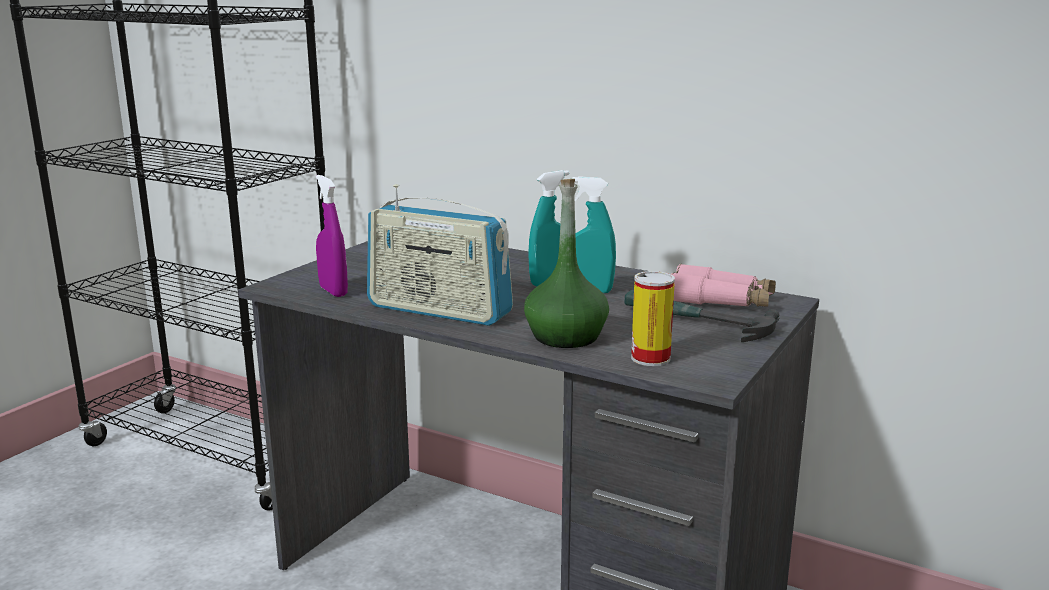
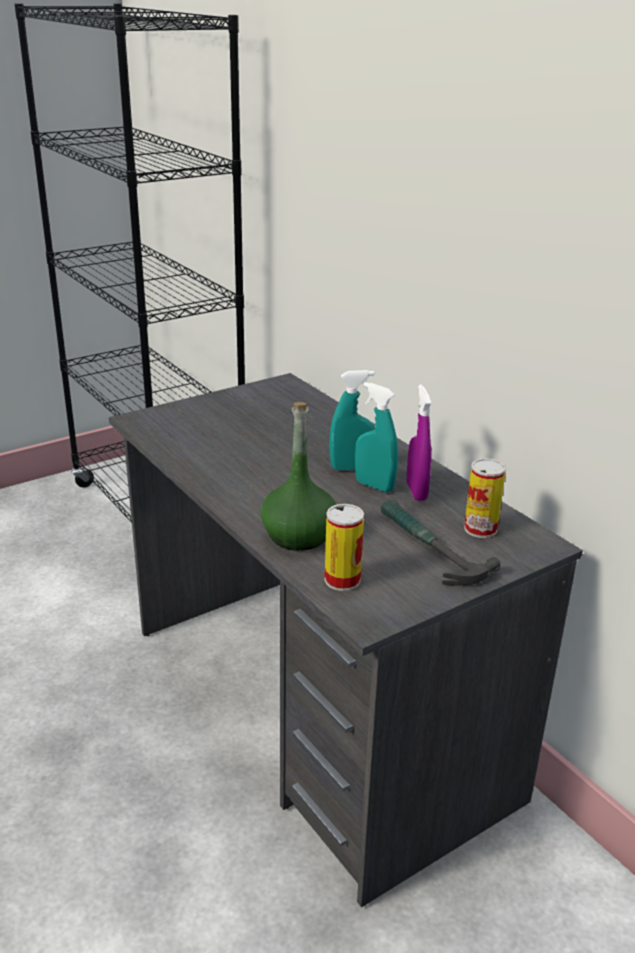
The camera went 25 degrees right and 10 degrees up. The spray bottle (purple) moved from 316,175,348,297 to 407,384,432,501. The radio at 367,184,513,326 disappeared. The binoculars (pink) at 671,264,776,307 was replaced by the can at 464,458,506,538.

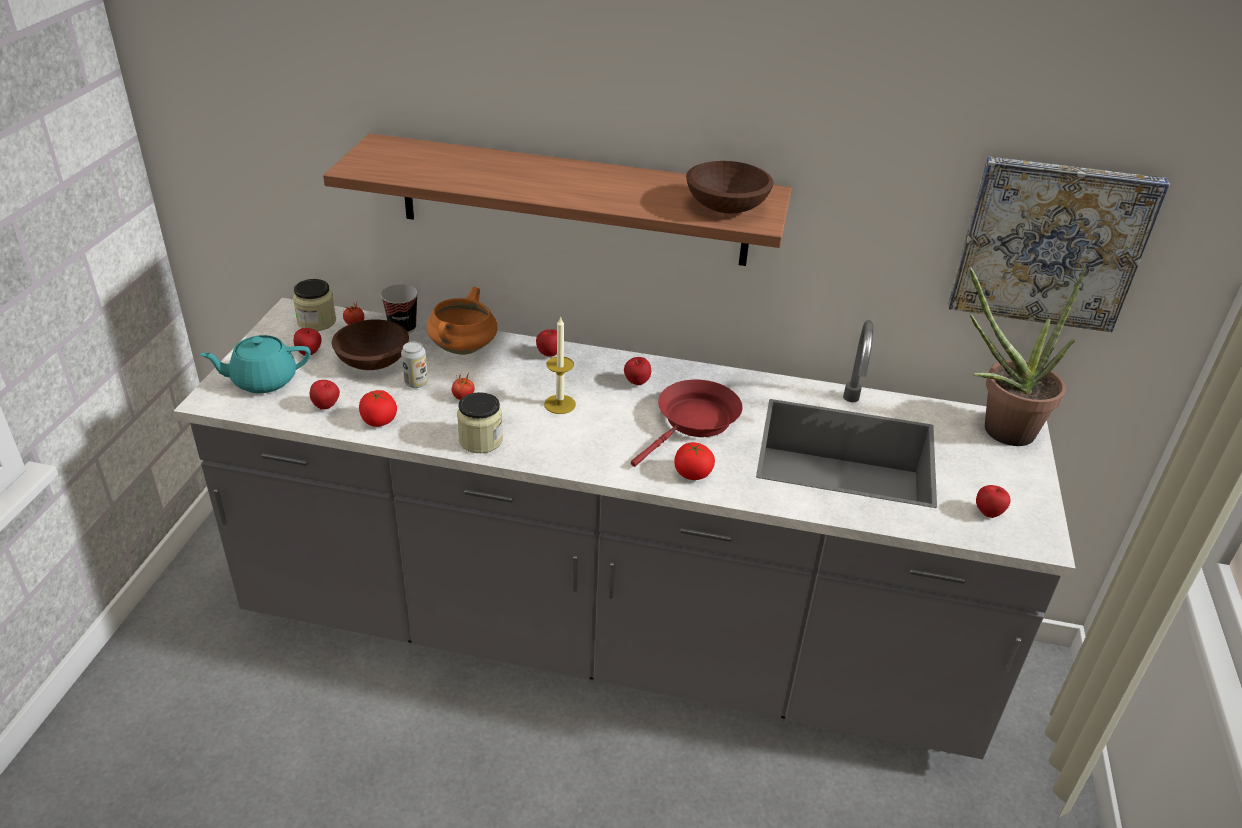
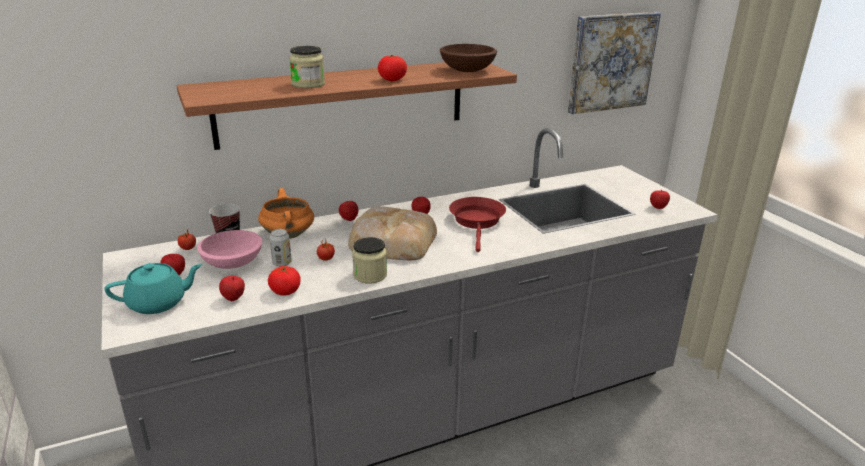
The camera went 35 degrees left and 10 degrees down. The potted plant at 970,266,1086,446 disappeared. The jar moved from 293,279,336,331 to 289,46,325,88. The candle at 544,316,576,414 was replaced by the bread at 348,206,437,260. The bowl (brown) at 332,319,409,370 became the bowl (pink) at 197,230,262,269. The teapot (turquoise) at 199,335,311,393 turned 150 degrees counterclockwise. The tomato moved from 674,442,715,480 to 378,55,407,81.

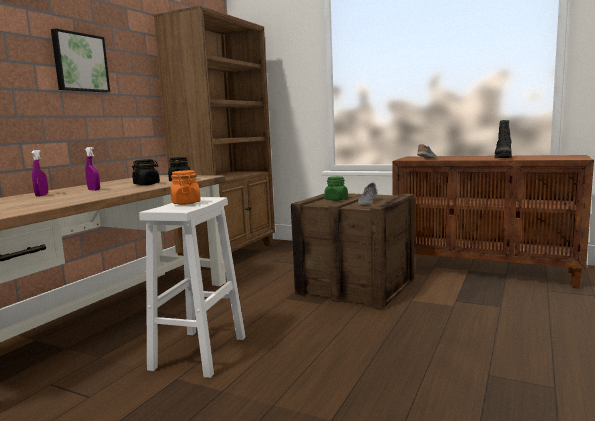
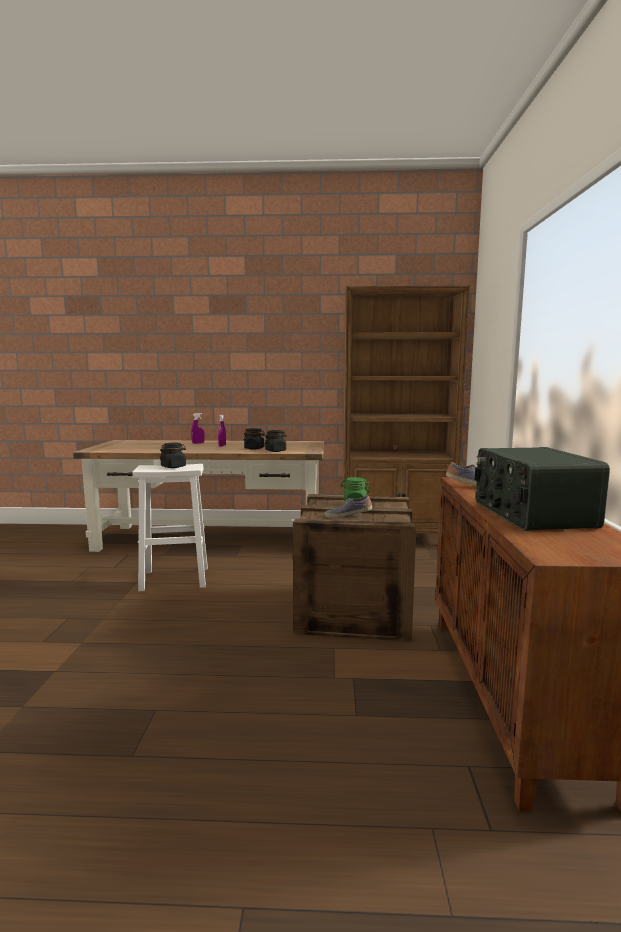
The camera went 65 degrees right and 0 degrees up. The picture at 51,28,110,93 disappeared. The boot (black) at 494,120,512,158 was replaced by the radio at 475,447,610,531. The jar (orange) at 171,170,201,205 became the jar (black) at 160,442,186,468.

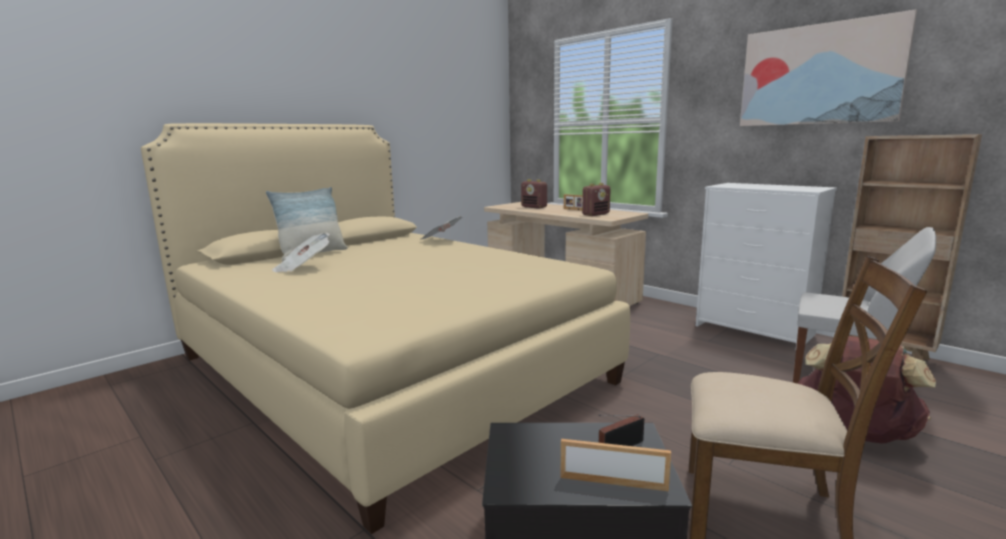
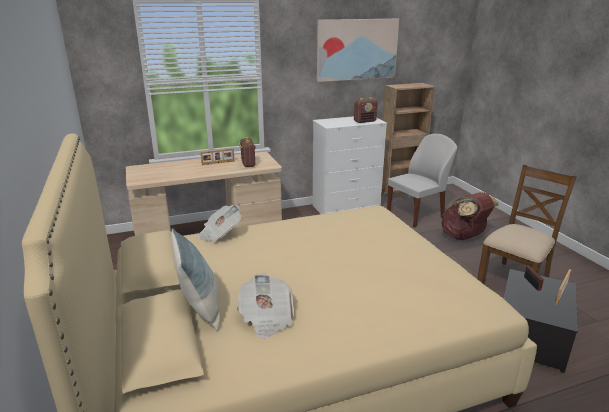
The camera went 65 degrees left and 10 degrees up. The radio moved from 521,179,547,209 to 354,97,378,123.

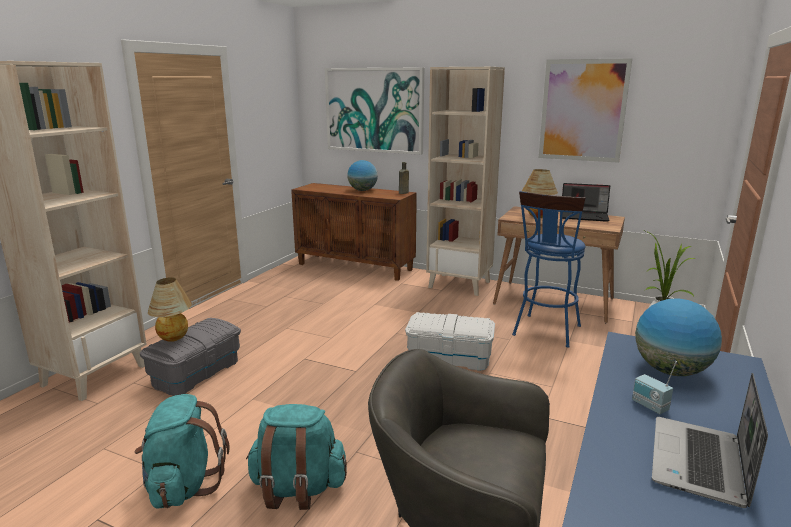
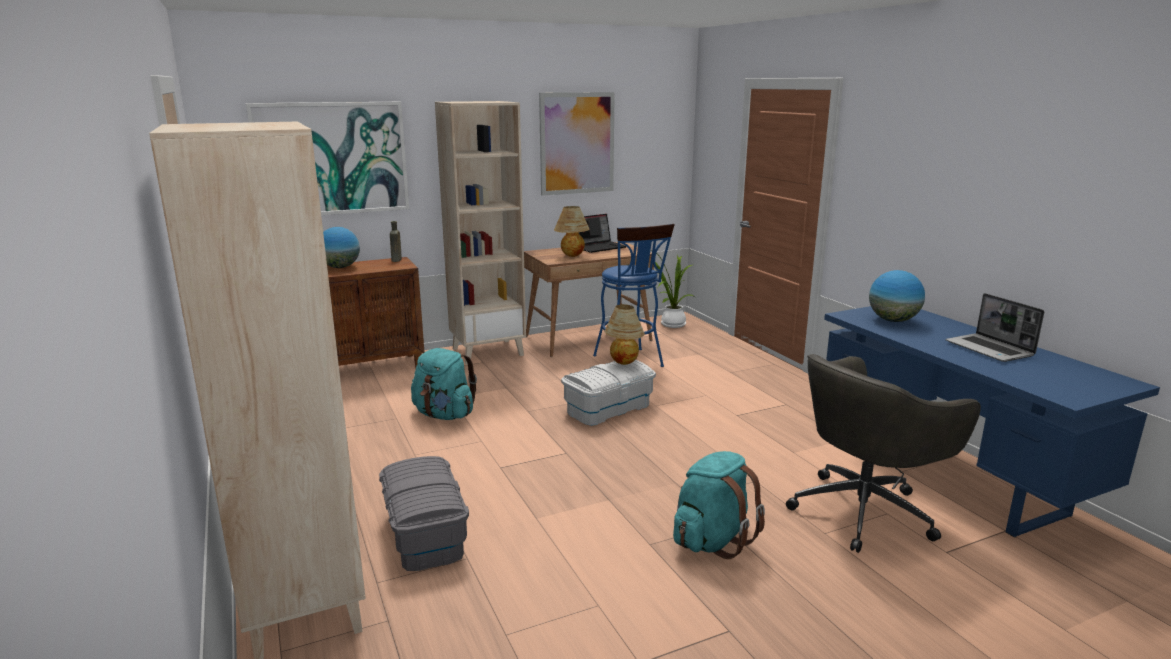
The camera went 50 degrees left and 0 degrees up. The table lamp moved from 148,277,192,342 to 604,304,645,365. The radio at 632,361,677,414 disappeared. The backpack (turquoise) moved from 135,394,229,509 to 411,348,477,420.

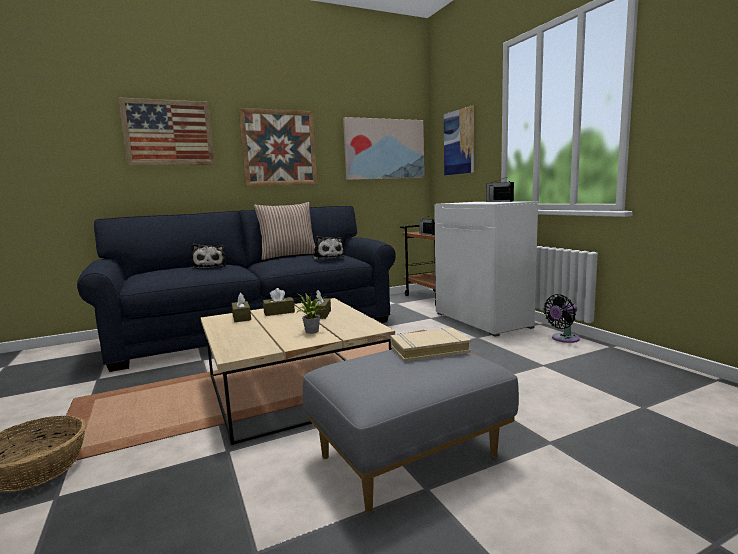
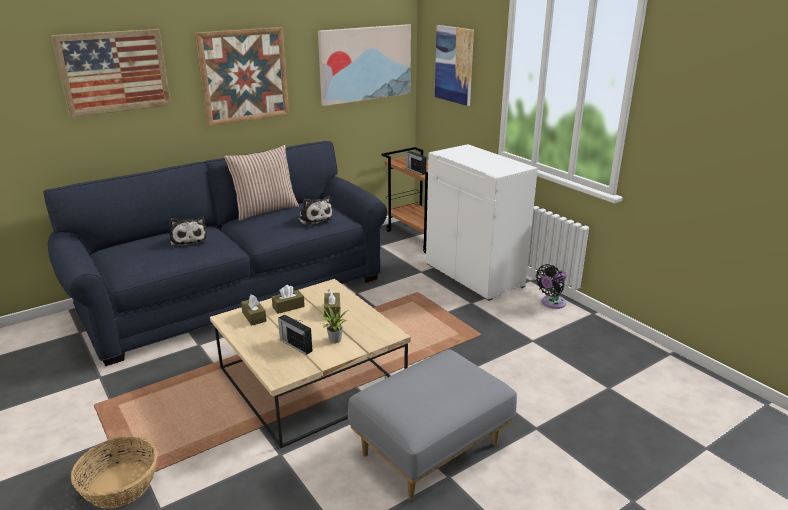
The camera went 10 degrees left and 15 degrees up. The radio moved from 486,178,514,202 to 278,314,312,355. The book (beige) at 390,328,471,362 disappeared.

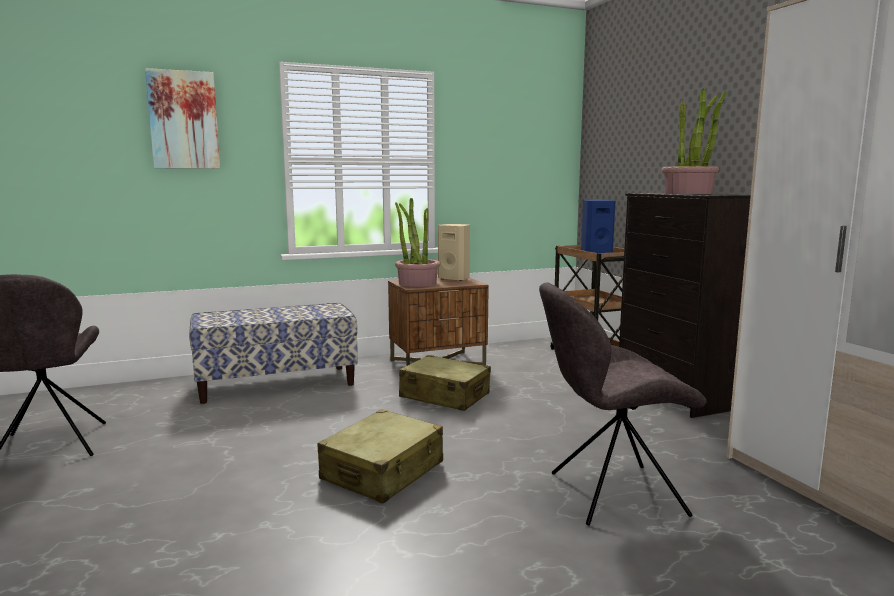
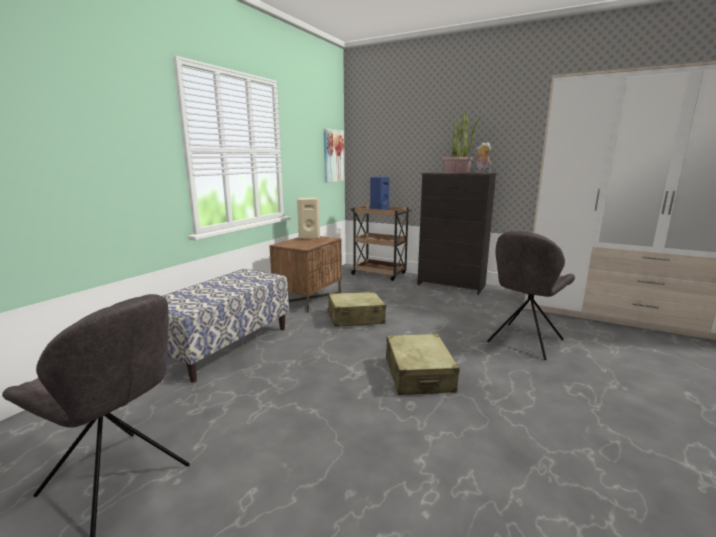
The camera went 40 degrees left and 5 degrees up. The picture moved from 145,68,220,169 to 323,129,344,183. The potted plant at 395,198,440,287 disappeared. The plush toy at 475,142,492,173 appeared.

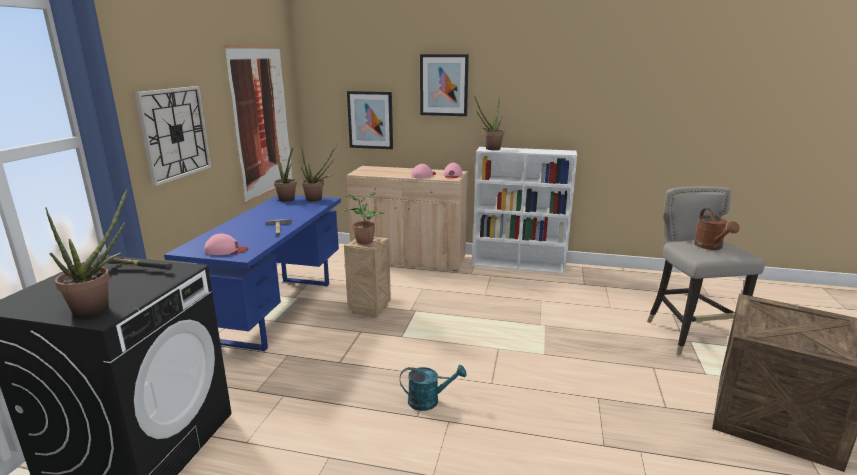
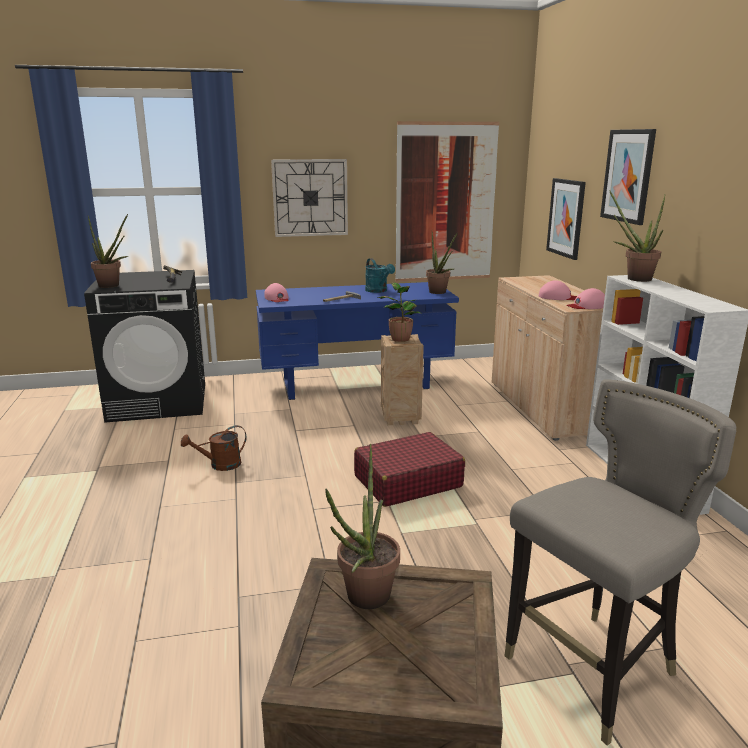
The camera went 65 degrees right and 0 degrees up. The potted plant moved from 274,144,297,202 to 325,444,400,609. The watering can (brown) moved from 694,208,740,250 to 181,425,247,471. The watering can (turquoise) moved from 400,365,467,411 to 365,258,395,293. The suitcase (red) at 354,432,465,507 appeared.

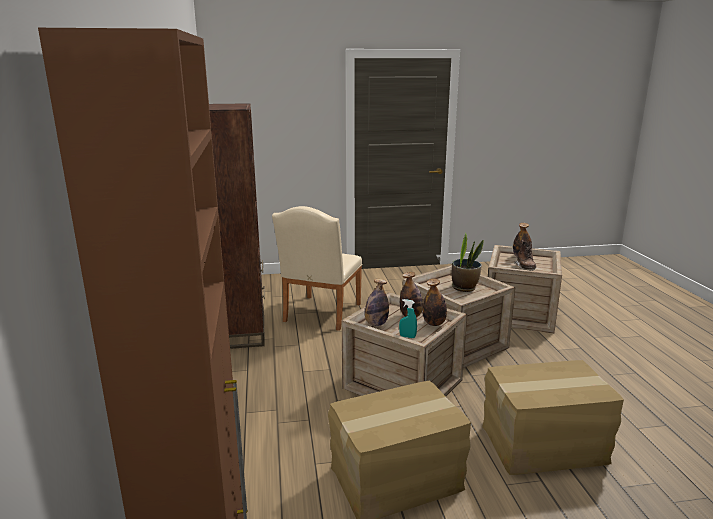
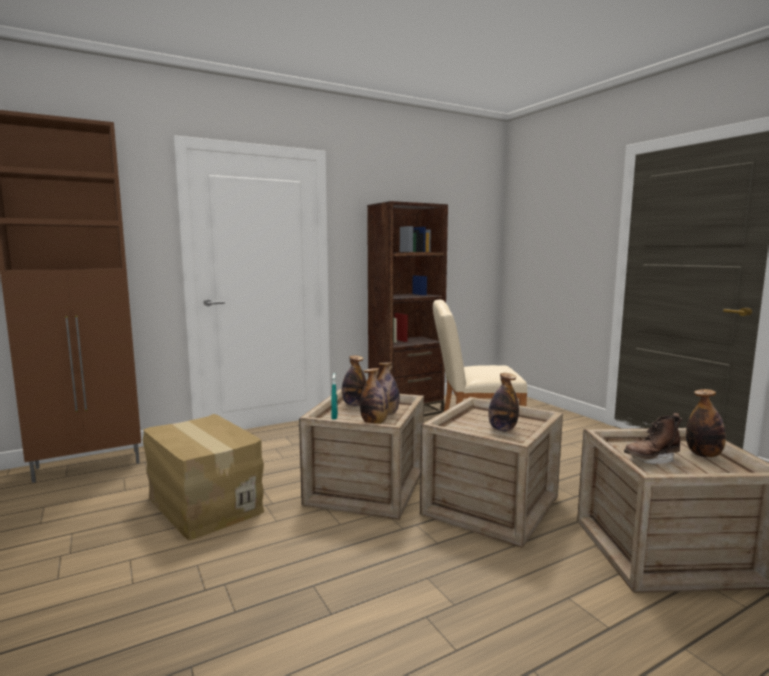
The camera went 70 degrees right and 10 degrees down. The potted plant at 452,232,484,292 was replaced by the bottle at 489,373,519,431. The cardboard box at 482,360,624,475 disappeared.

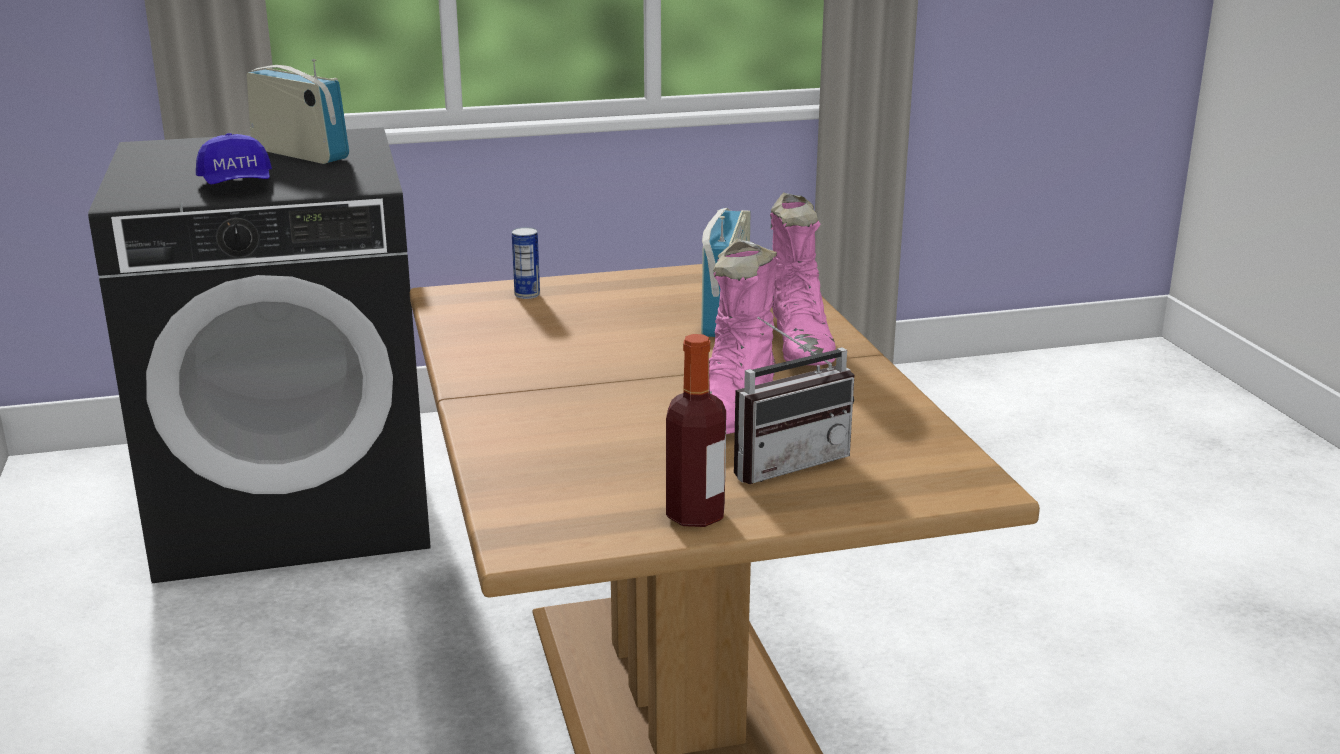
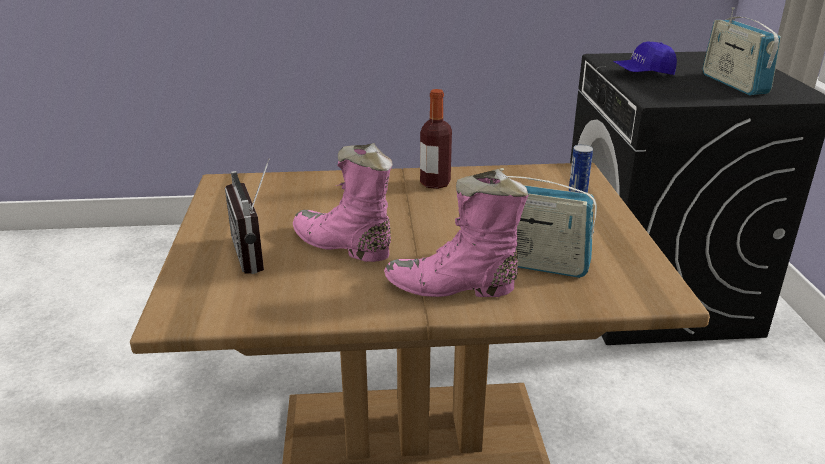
The camera went 100 degrees right and 5 degrees up. The radio at 247,59,349,164 turned 120 degrees clockwise. The bottle moved from 666,334,726,527 to 420,89,452,189.

